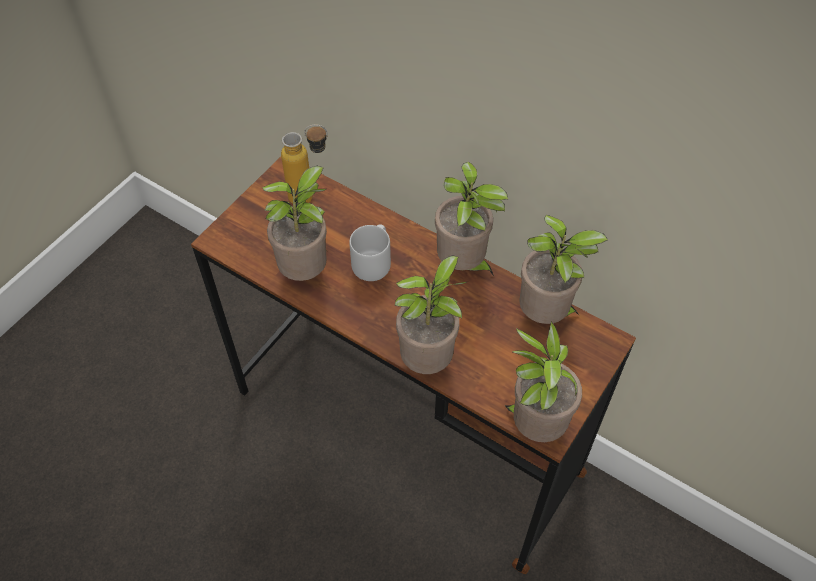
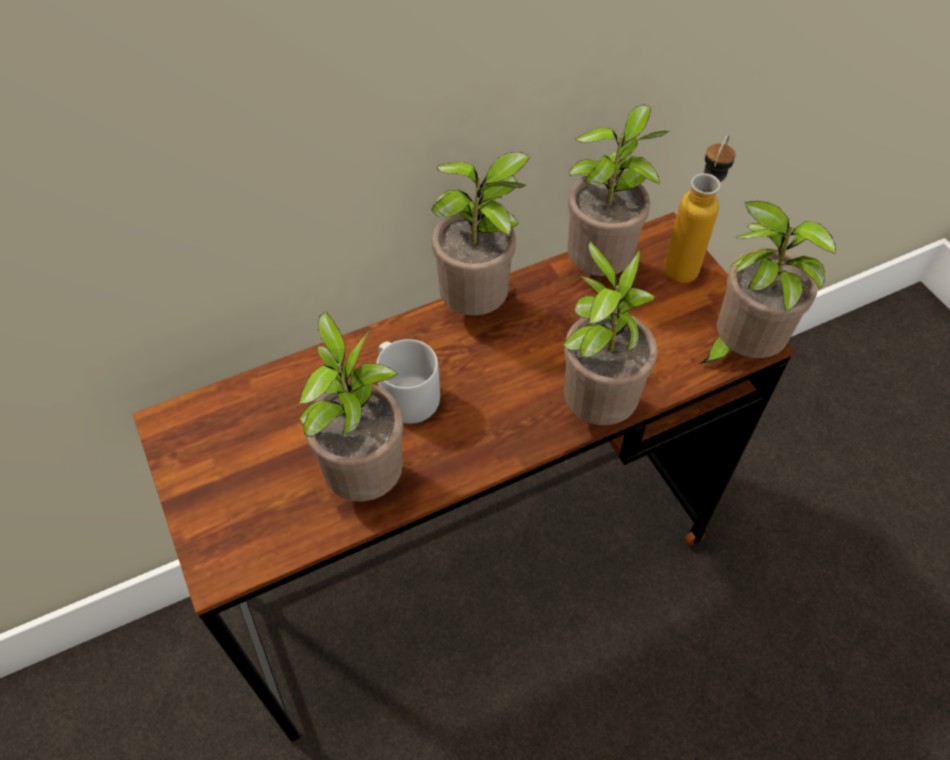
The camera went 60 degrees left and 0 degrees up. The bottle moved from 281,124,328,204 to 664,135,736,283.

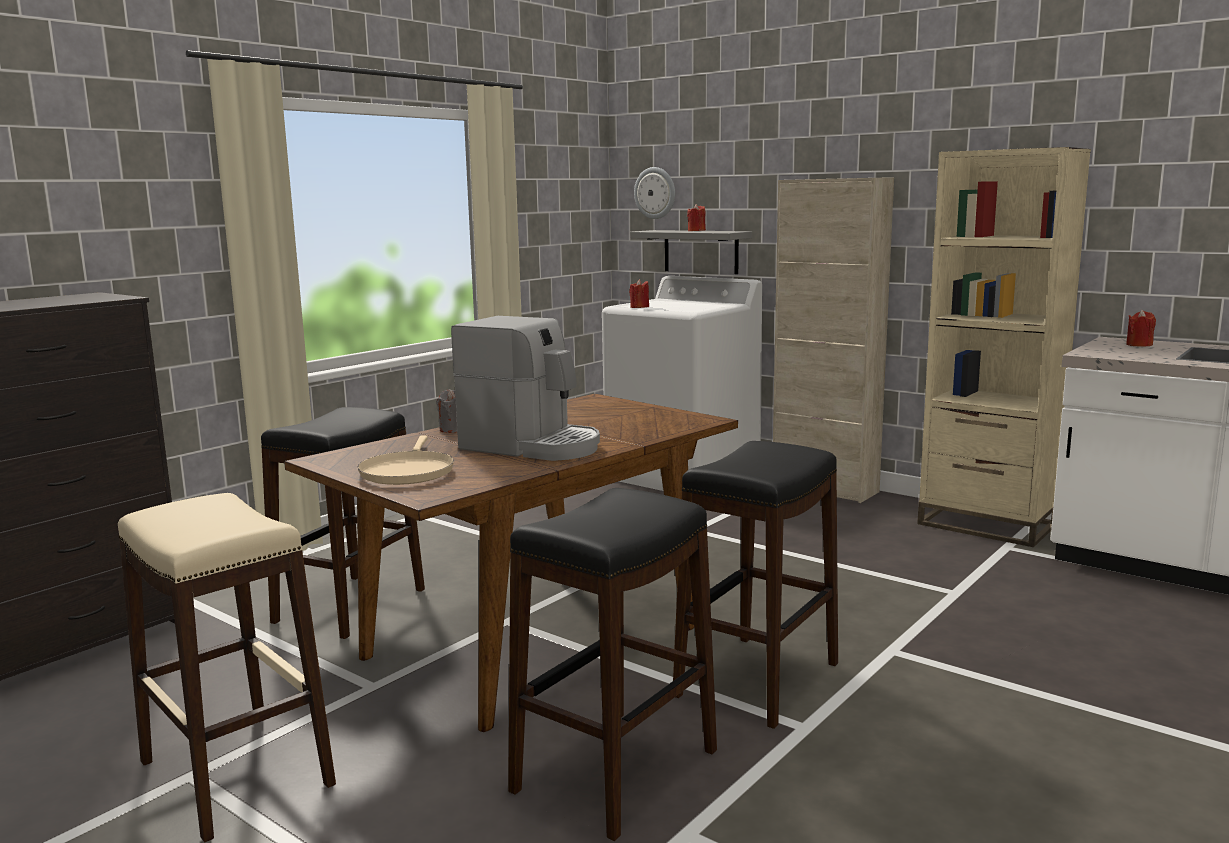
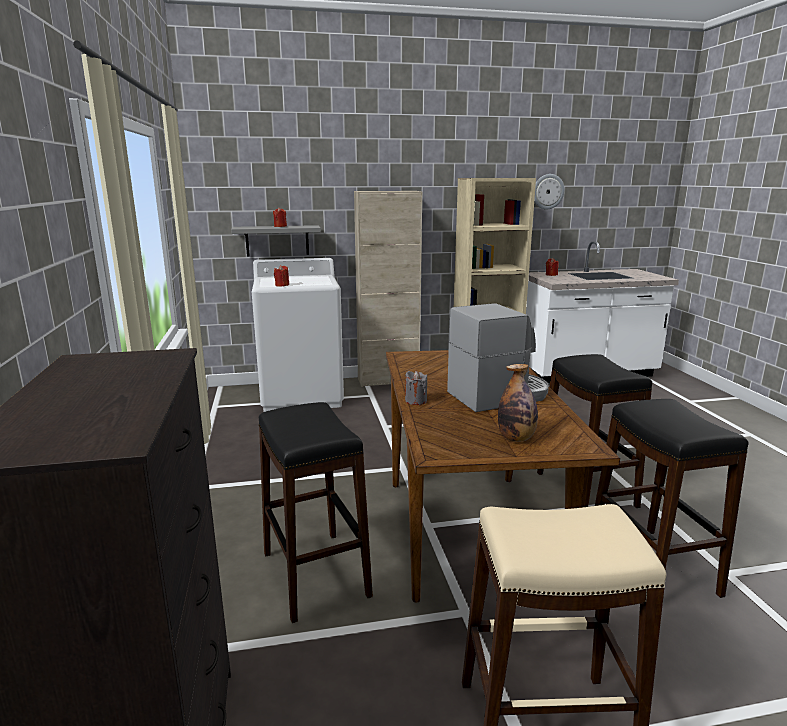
The camera went 50 degrees left and 5 degrees up. The wall clock moved from 634,167,675,219 to 534,174,565,210. The frying pan (beige) at 357,435,454,485 was replaced by the bottle at 498,364,538,442.

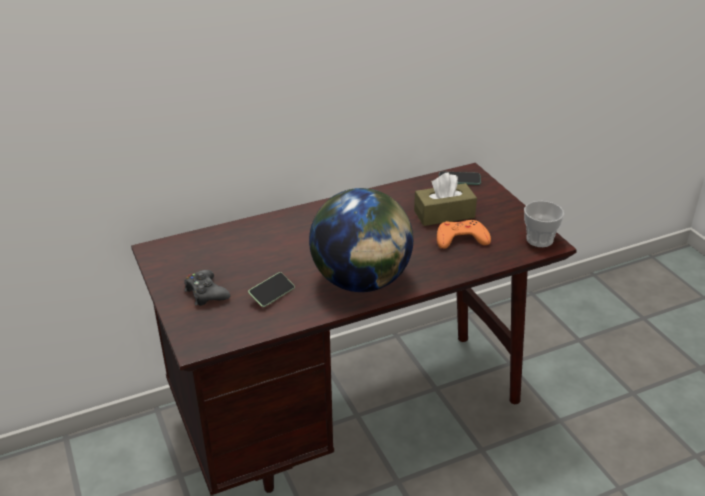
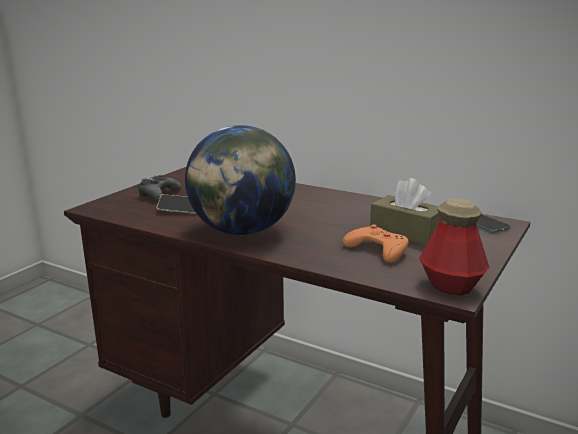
The camera went 55 degrees right and 15 degrees down. The cup at 524,201,564,247 was replaced by the bottle at 419,199,489,295.

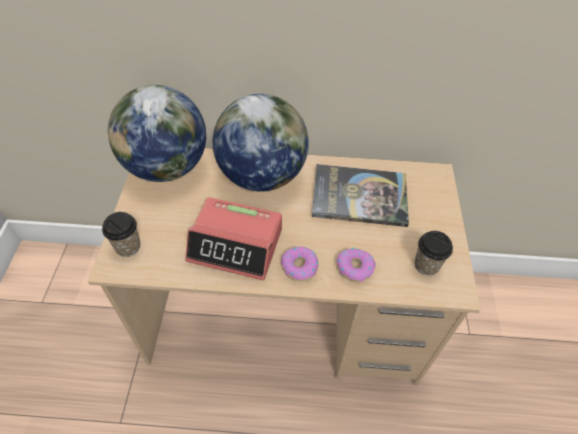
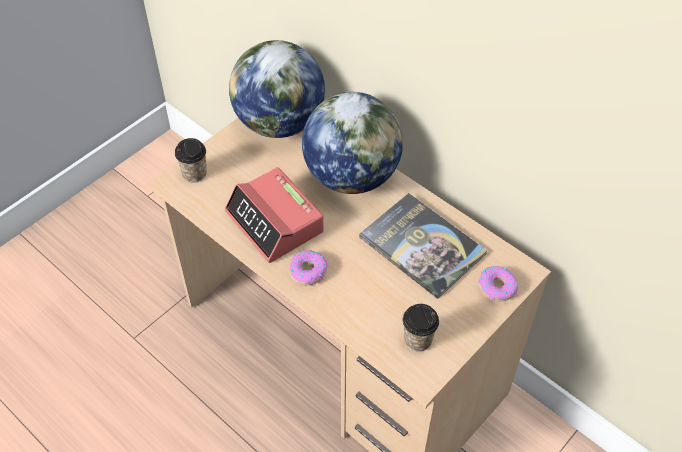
The camera went 40 degrees right and 0 degrees up. The donut moved from 337,248,375,282 to 479,266,518,301.

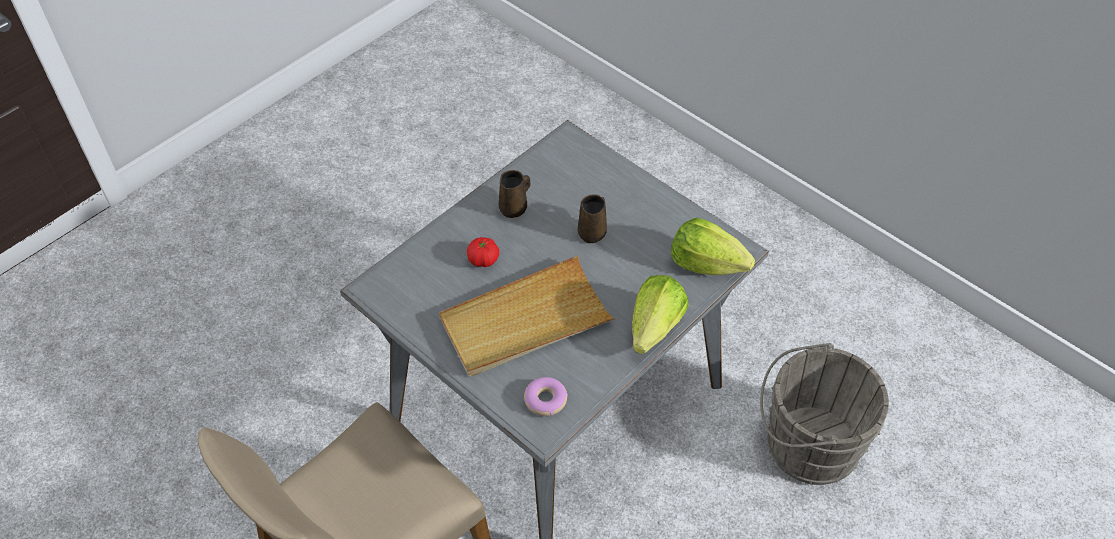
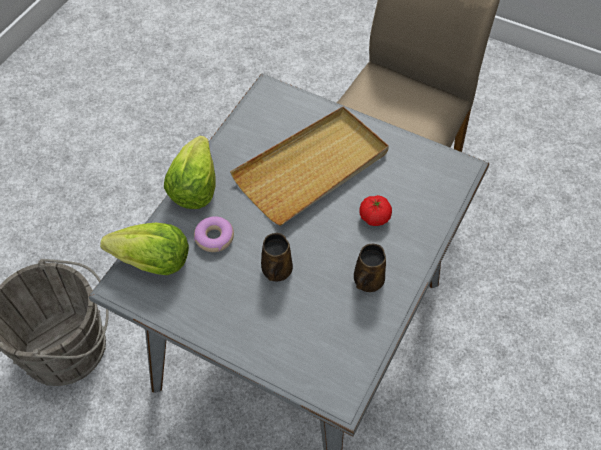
The camera went 165 degrees right and 5 degrees up. The donut moved from 524,377,568,416 to 194,216,234,252.

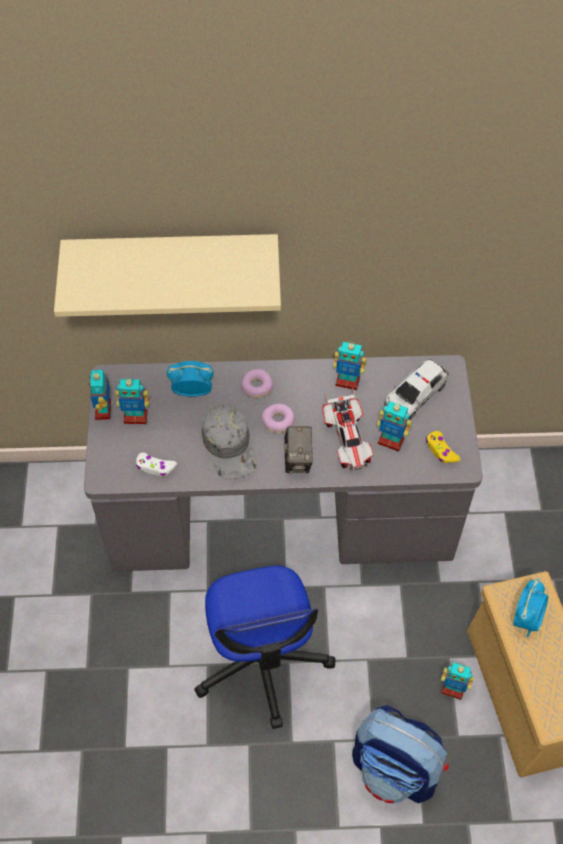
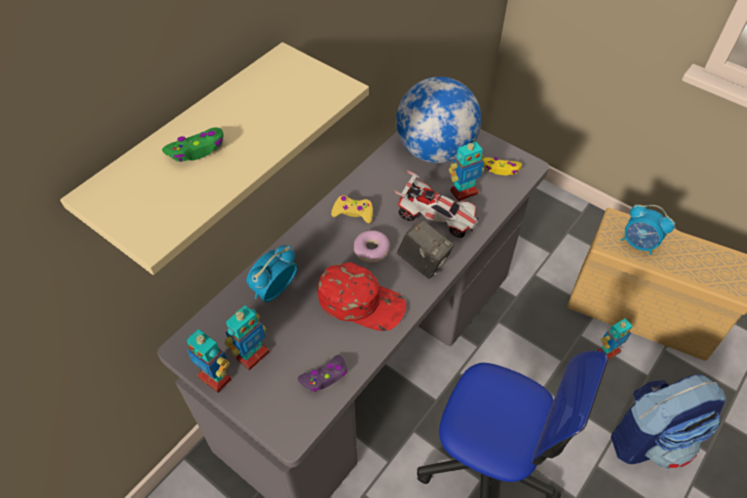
The camera went 50 degrees left and 5 degrees down. The toy robot at 333,341,367,390 disappeared. The toy car at 384,359,449,420 was replaced by the globe at 396,77,481,163. The donut at 241,369,273,398 disappeared. The cap (grey) at 201,405,257,479 became the cap (red) at 317,262,406,331. The game controller (white) at 136,452,177,476 became the game controller (purple) at 298,355,347,392. The alarm clock at 514,579,548,637 turned 150 degrees clockwise. The game controller (green) at 162,128,224,162 appeared. The game controller (yellow) at 331,195,373,223 appeared.

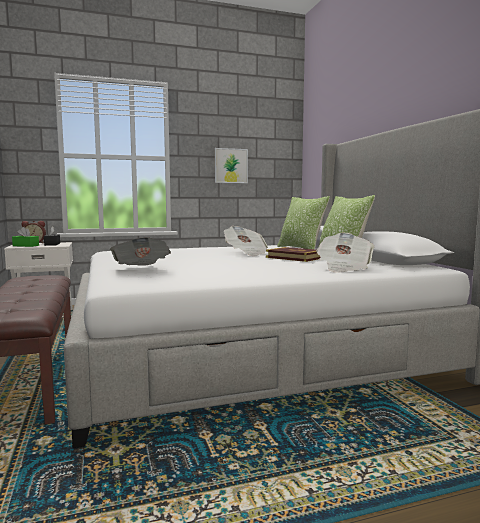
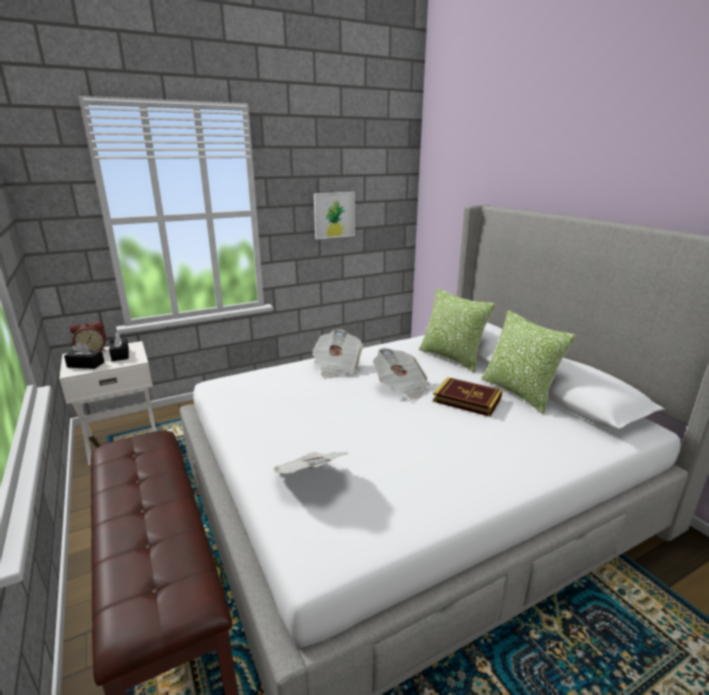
The camera went 10 degrees left and 15 degrees up. The tissue box (green) at 12,227,39,247 became the tissue box (black) at 64,342,104,369. The newspaper moved from 316,233,375,273 to 312,329,363,378.

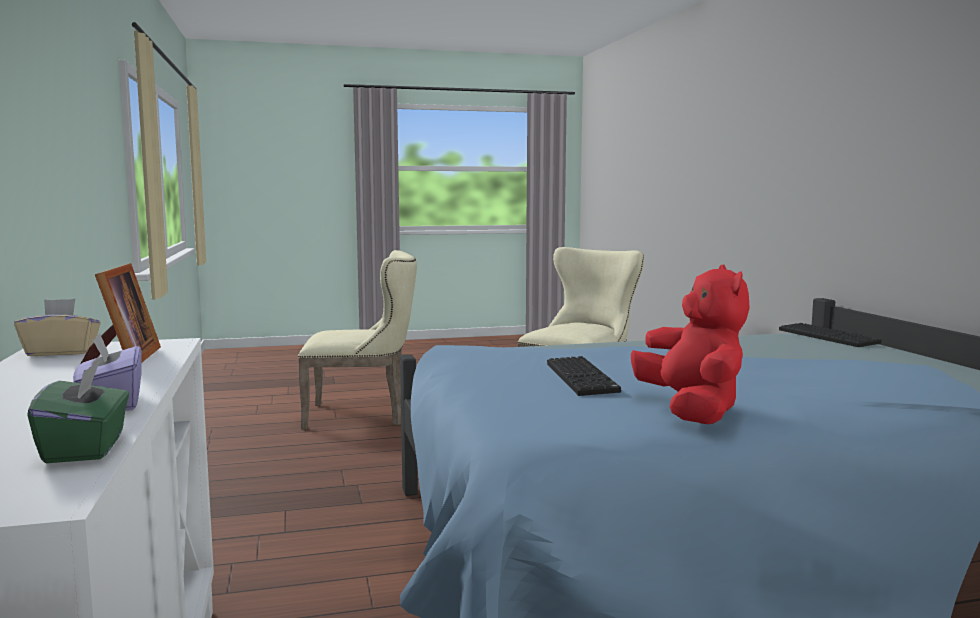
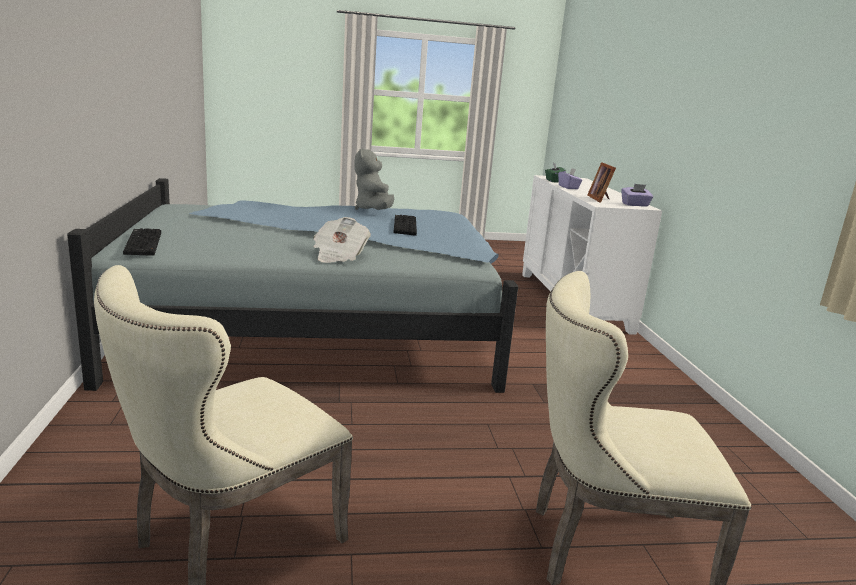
The camera went 175 degrees left and 10 degrees up. The plush toy (red) at 631,264,750,424 became the plush toy (grey) at 355,148,394,210. The tissue box (beige) at 14,299,101,356 became the tissue box (purple) at 621,184,653,207. The newspaper at 314,217,370,263 appeared.

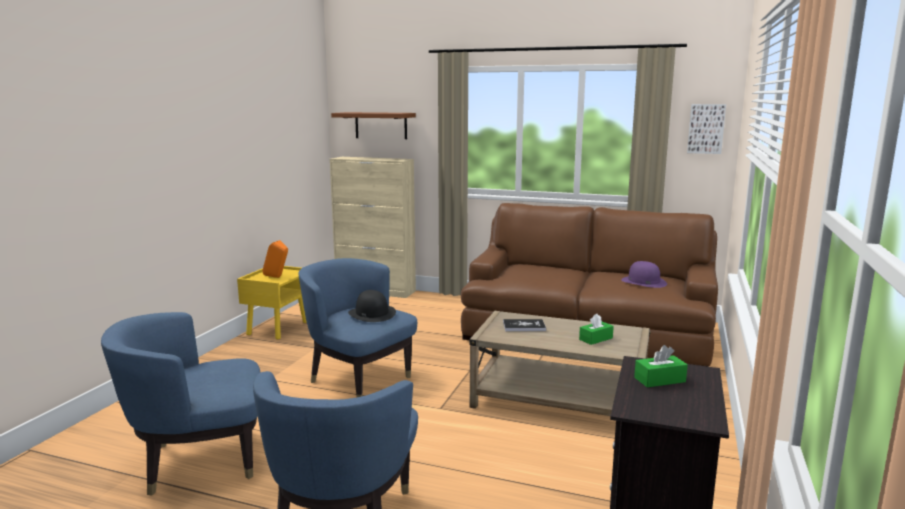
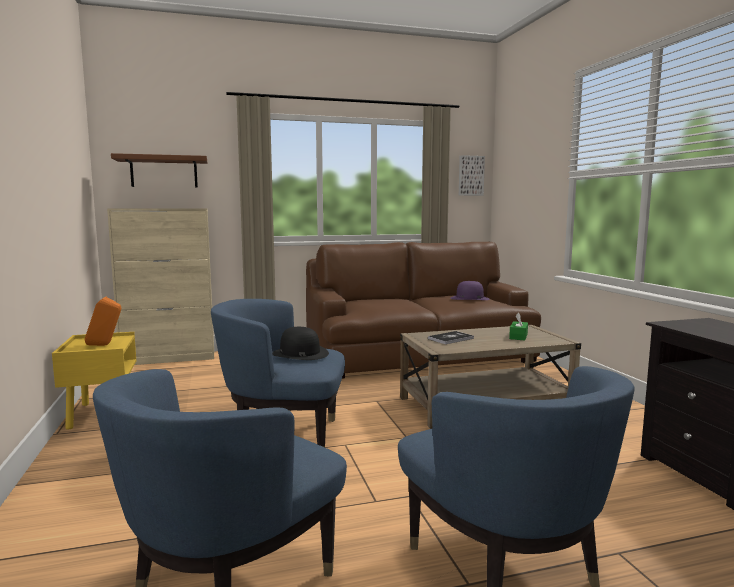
The camera went 35 degrees left and 5 degrees down. The tissue box (green) at 634,345,688,387 disappeared.

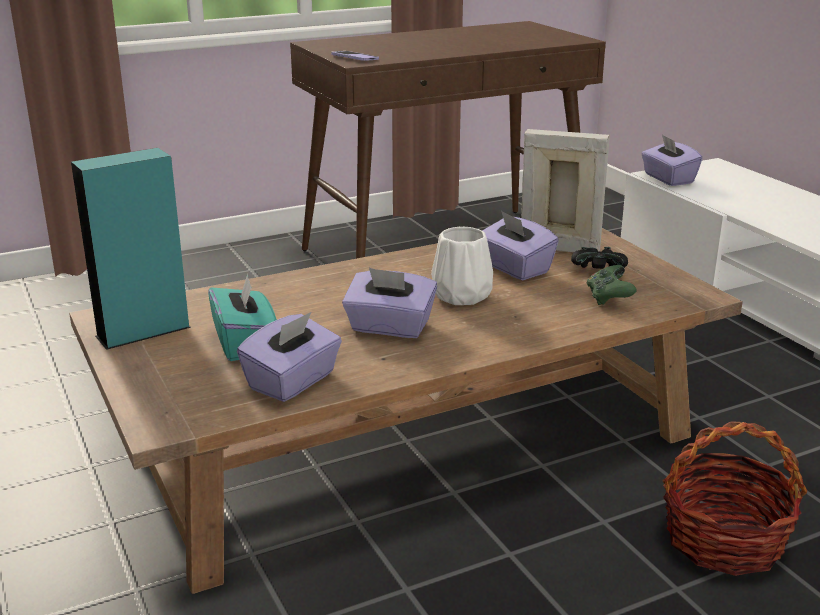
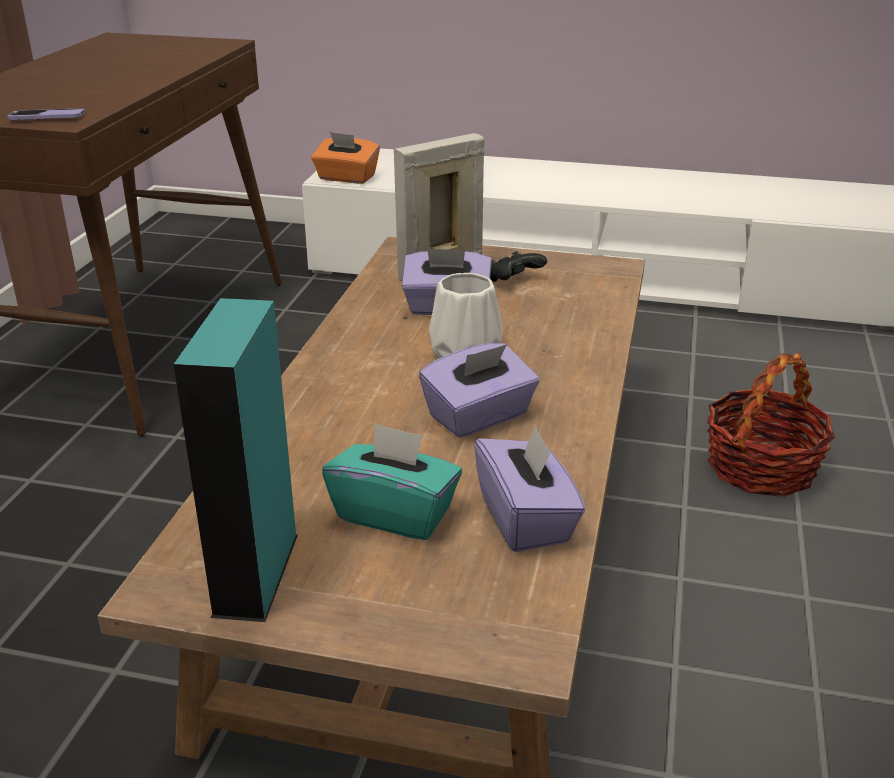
The camera went 50 degrees left and 5 degrees up. The tissue box (purple) at 641,135,702,186 became the tissue box (orange) at 311,132,380,184. The game controller (green) at 587,265,637,305 disappeared.

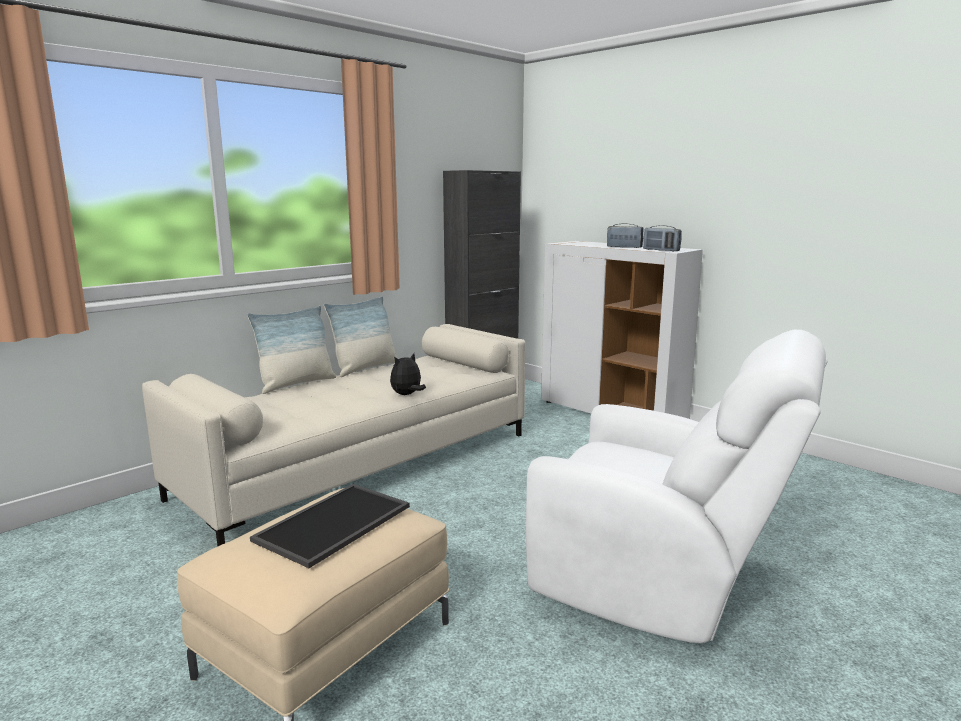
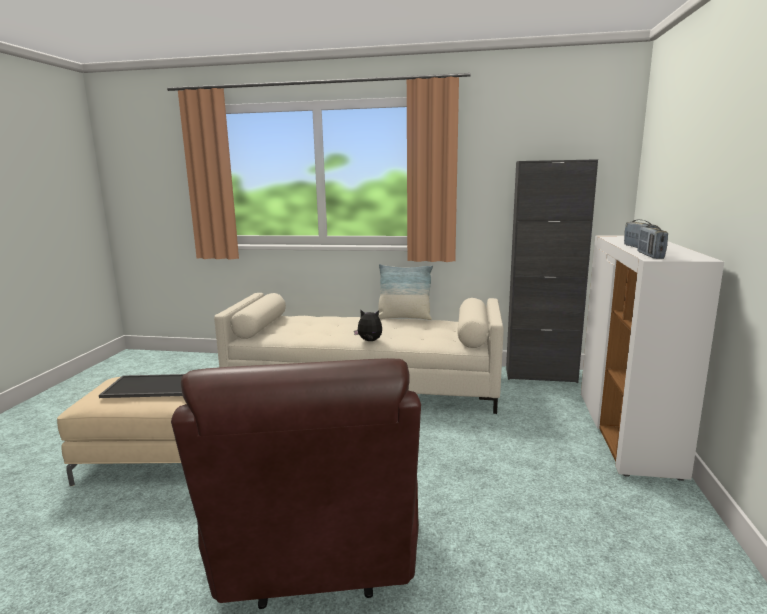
The camera went 55 degrees right and 0 degrees up. The pillow at 247,306,336,394 disappeared. The armchair (white) at 526,330,828,644 became the armchair (brown) at 171,358,421,609.

